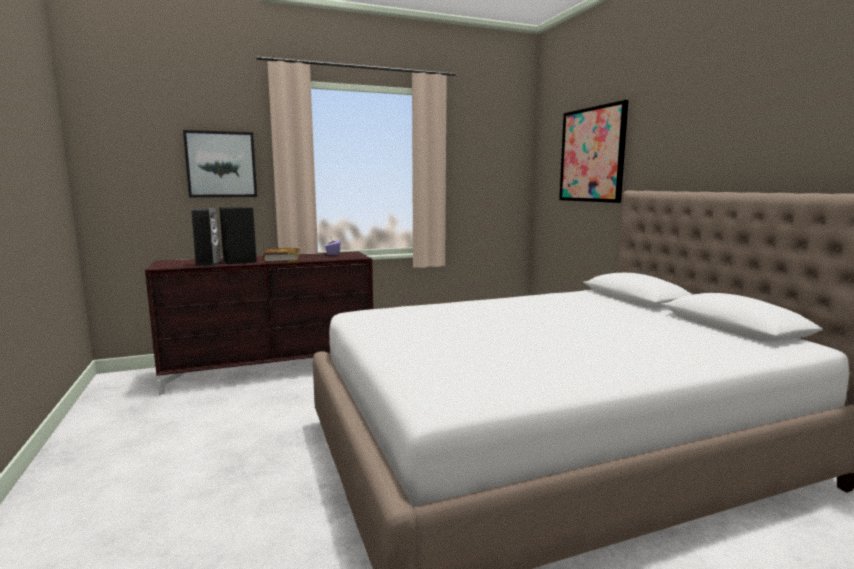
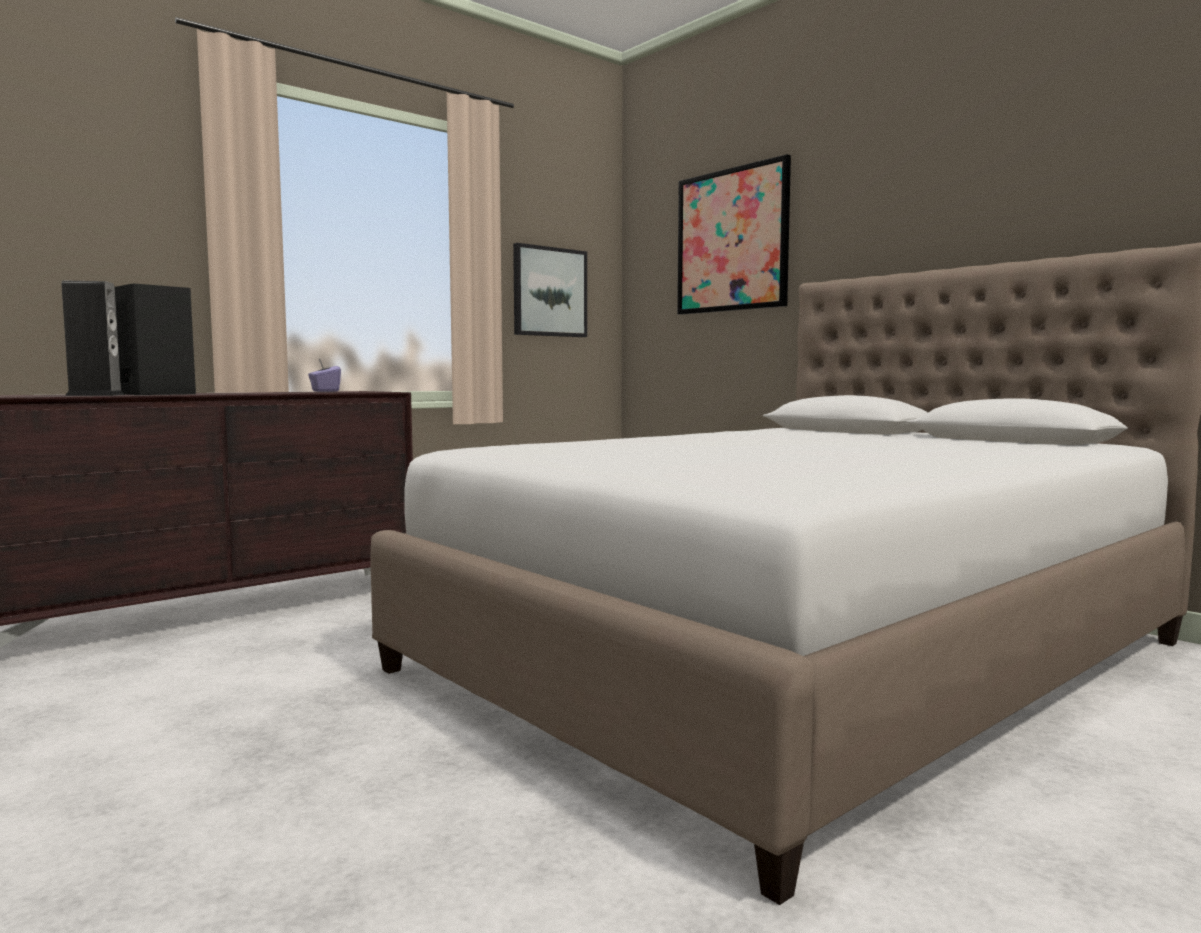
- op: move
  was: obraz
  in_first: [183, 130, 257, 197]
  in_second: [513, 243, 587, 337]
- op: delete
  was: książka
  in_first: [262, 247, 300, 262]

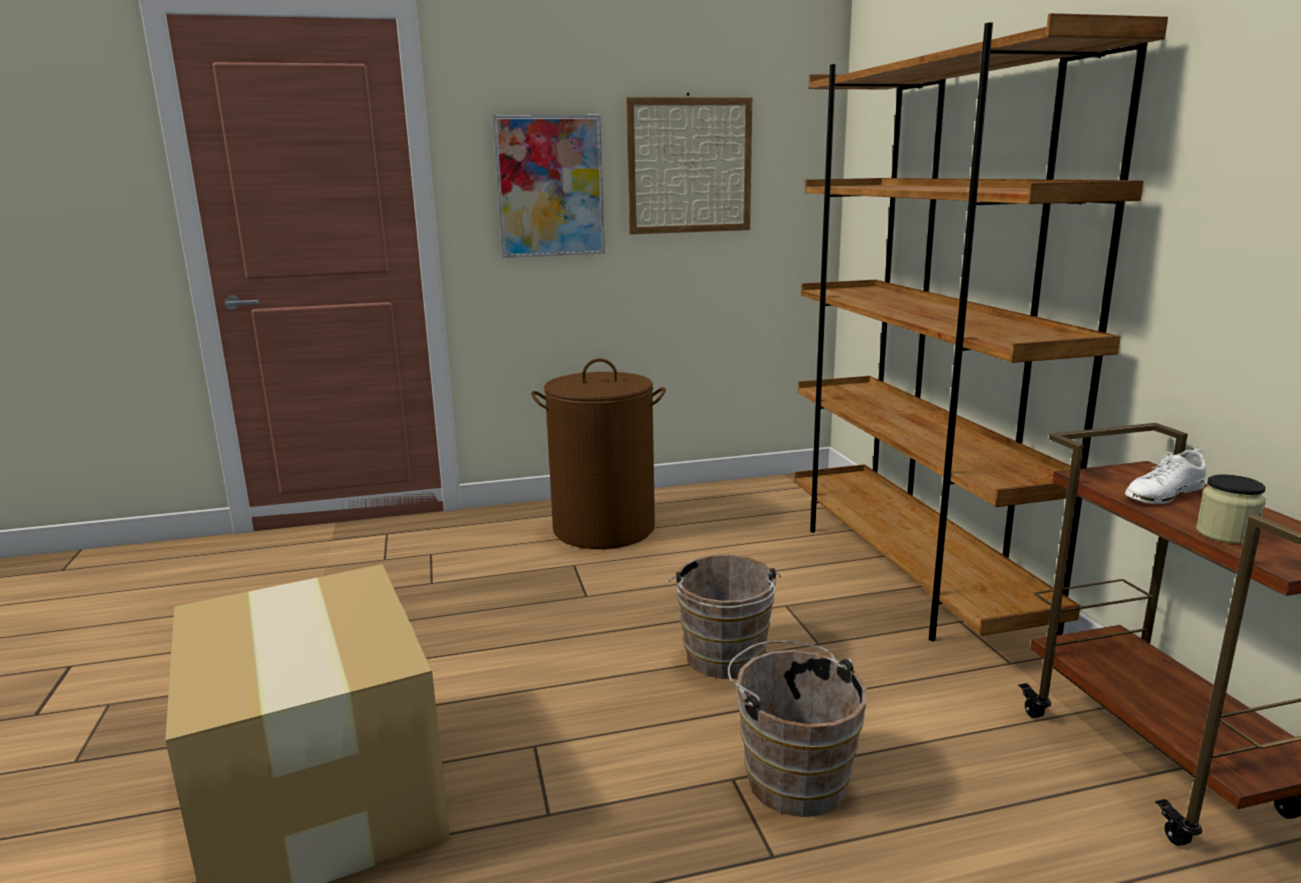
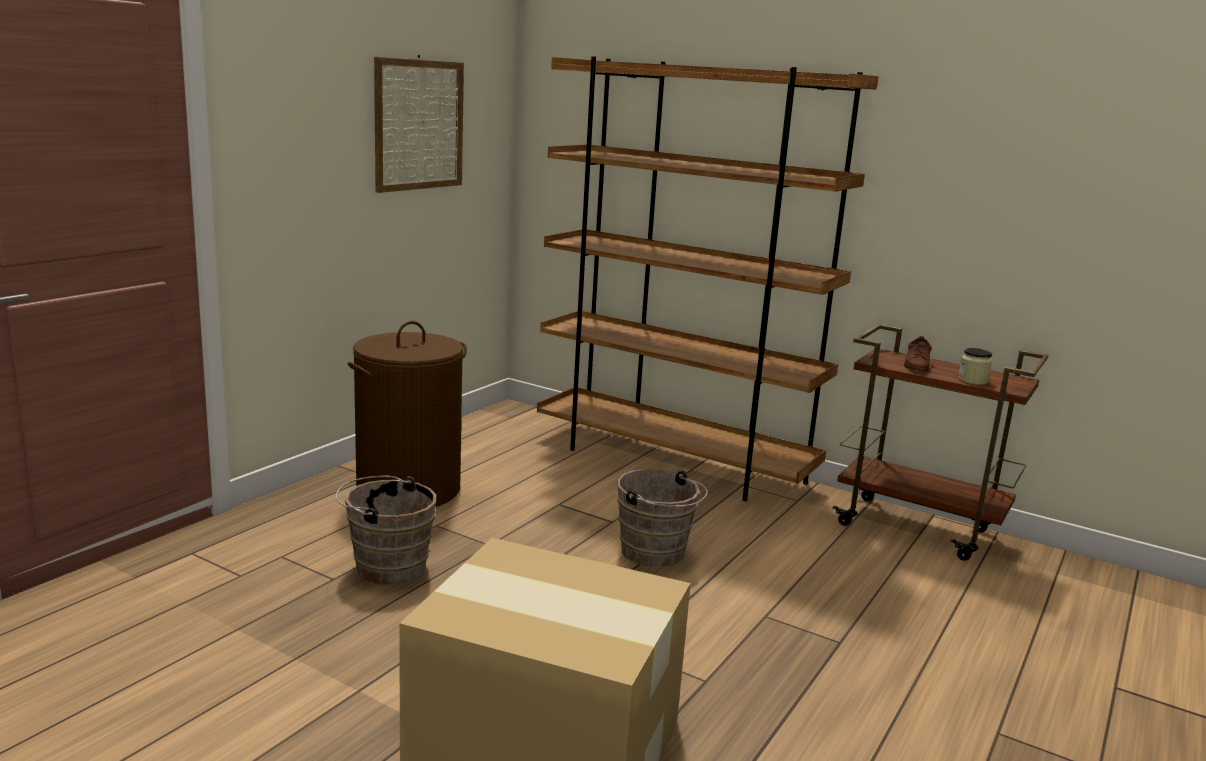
- op: delete
  was: obraz
  in_first: [493, 115, 605, 258]
- op: move
  was: wiadro/brązowy
  in_first: [728, 641, 867, 817]
  in_second: [335, 476, 436, 585]
- op: recolor
  was: but/biały
  now: but/brązowy
  in_first: [1125, 448, 1206, 504]
  in_second: [904, 336, 932, 371]

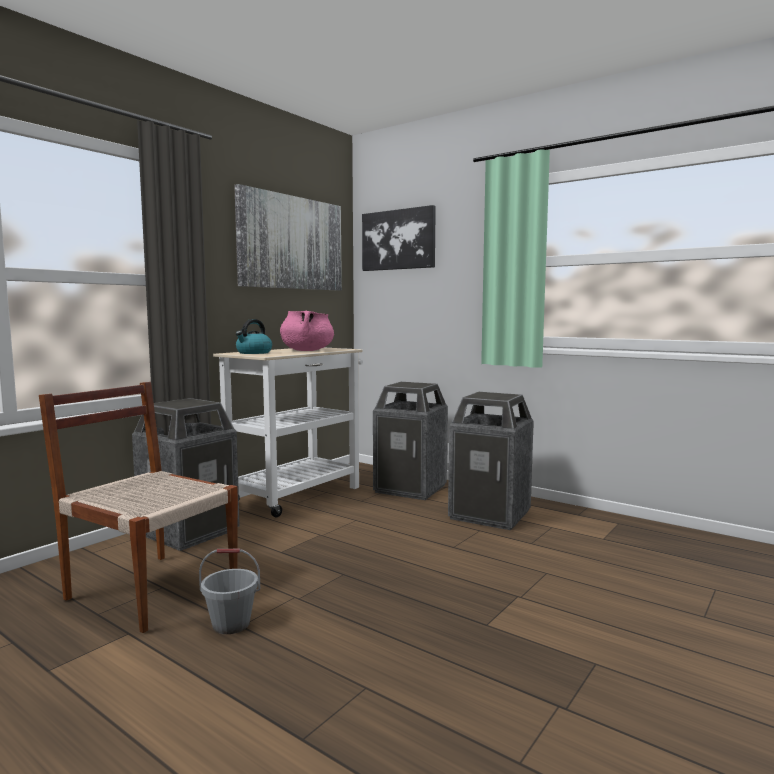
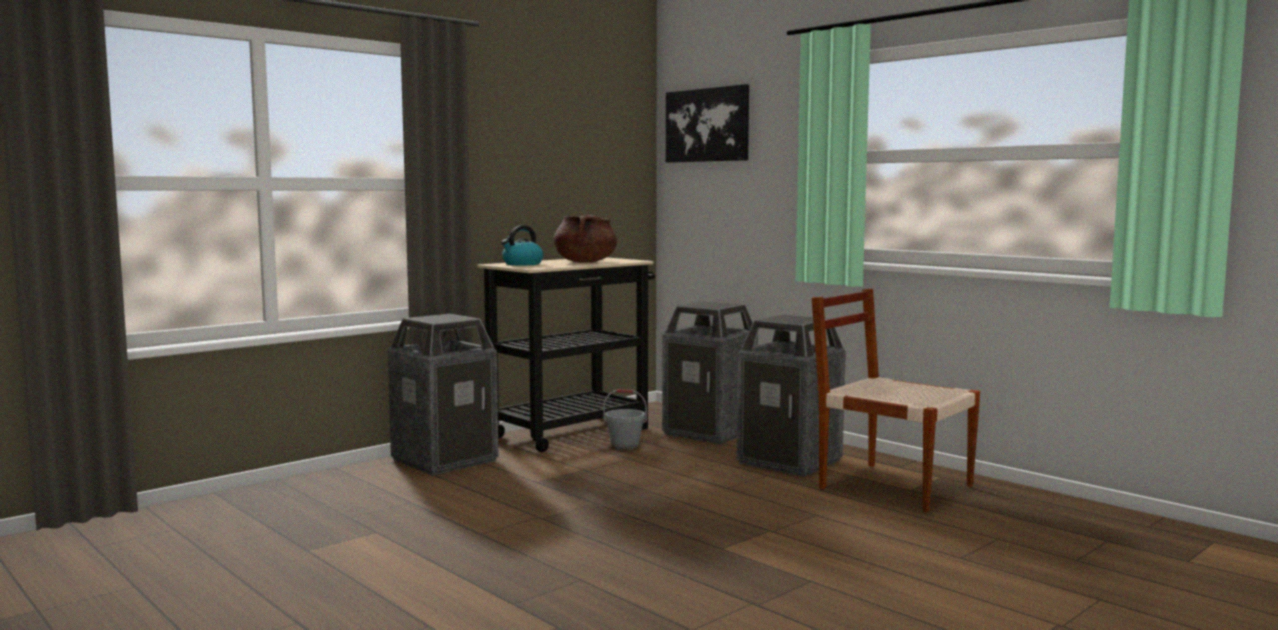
- op: move
  was: krzesło
  in_first: [39, 382, 238, 633]
  in_second: [812, 289, 980, 513]
- op: move
  was: wiadro/szary
  in_first: [199, 549, 260, 634]
  in_second: [603, 389, 647, 450]
- op: recolor
  was: wózek/biały
  now: wózek/czarny
  in_first: [213, 348, 363, 517]
  in_second: [478, 257, 655, 452]
- op: delete
  was: obraz
  in_first: [234, 184, 342, 291]
- op: recolor
  was: garnek/różowy
  now: garnek/brązowy
  in_first: [280, 311, 334, 351]
  in_second: [554, 214, 617, 263]

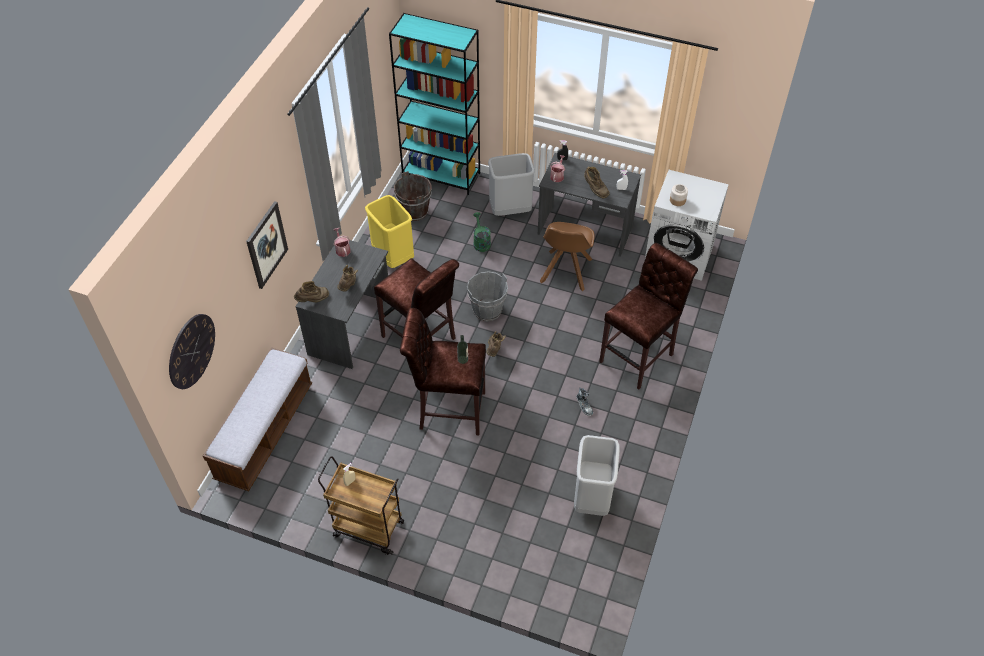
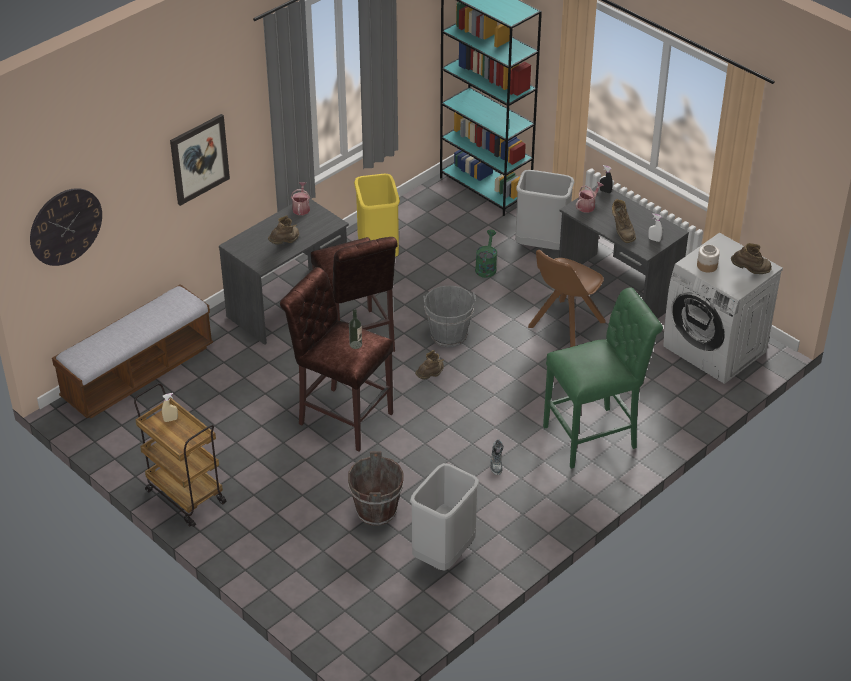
- op: move
  was: but z cholewką/brązowy
  in_first: [294, 281, 329, 302]
  in_second: [731, 243, 772, 274]
- op: move
  was: wiadro/brązowy
  in_first: [394, 171, 432, 221]
  in_second: [348, 451, 403, 526]
- op: recolor
  was: stołek/brązowy
  now: stołek/zielony
  in_first: [599, 243, 698, 390]
  in_second: [543, 287, 663, 469]

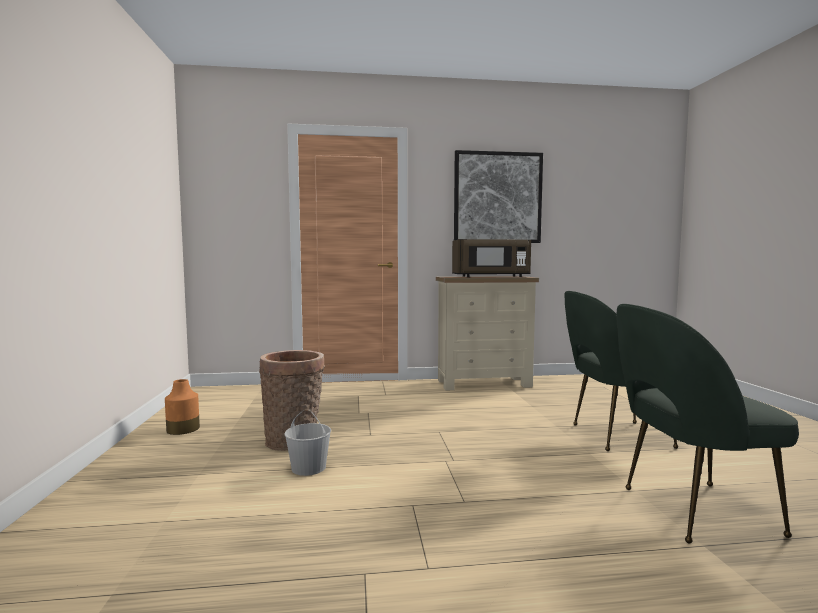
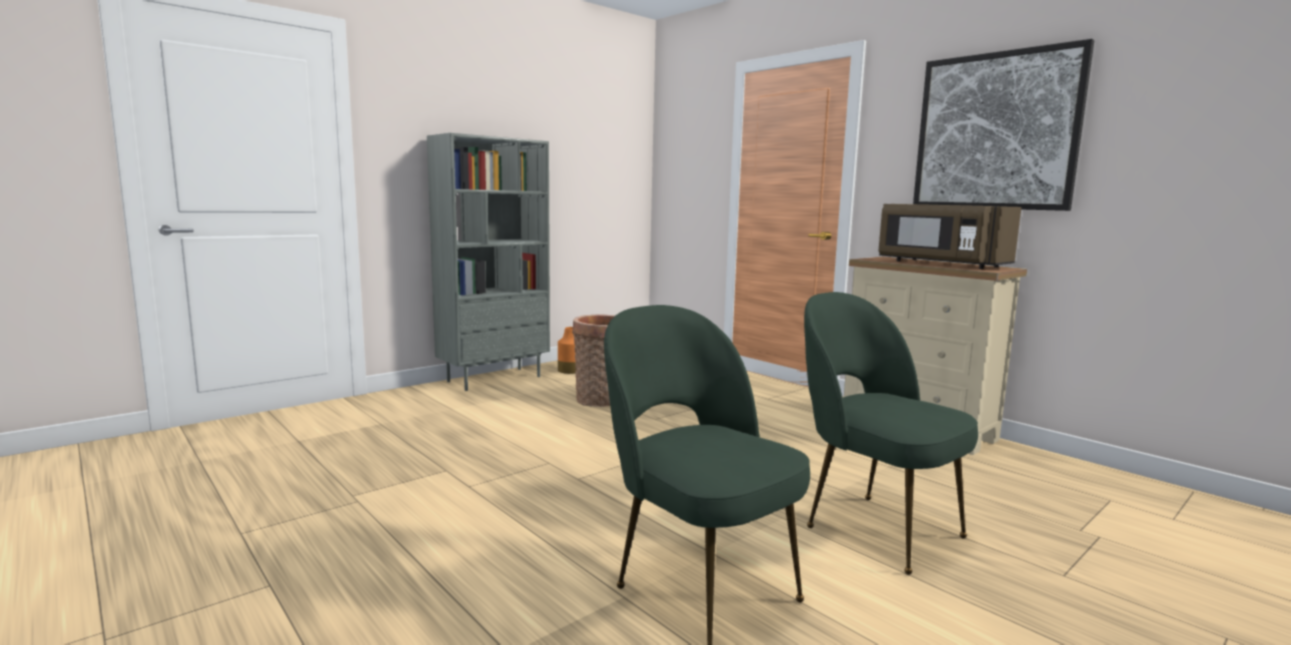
- op: delete
  was: wiadro/biały
  in_first: [284, 409, 331, 476]
- op: insert
  now: regał/szary
  in_second: [427, 133, 550, 391]

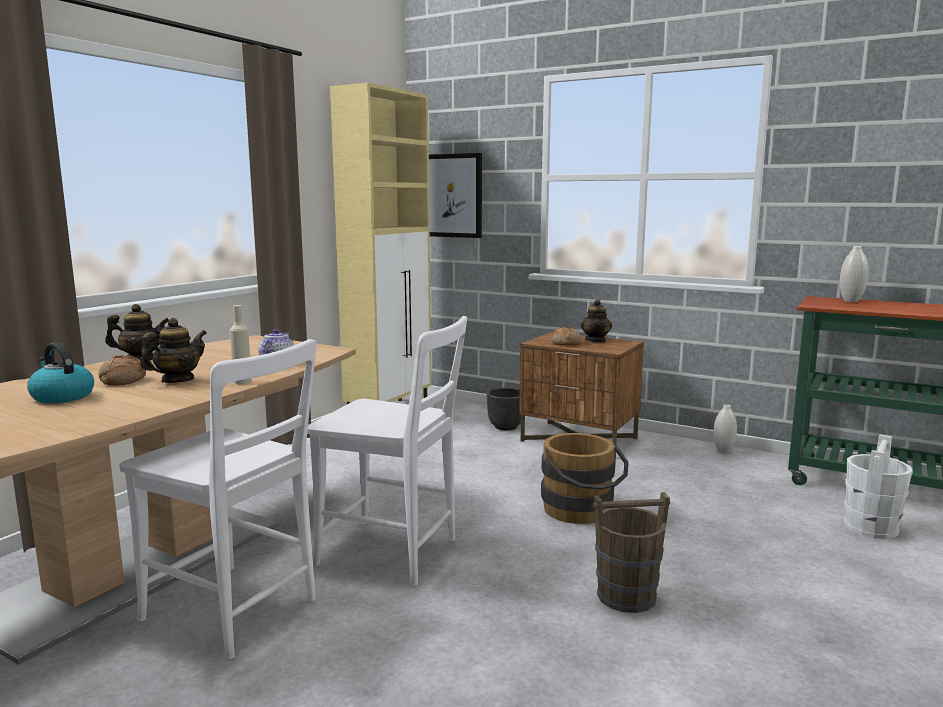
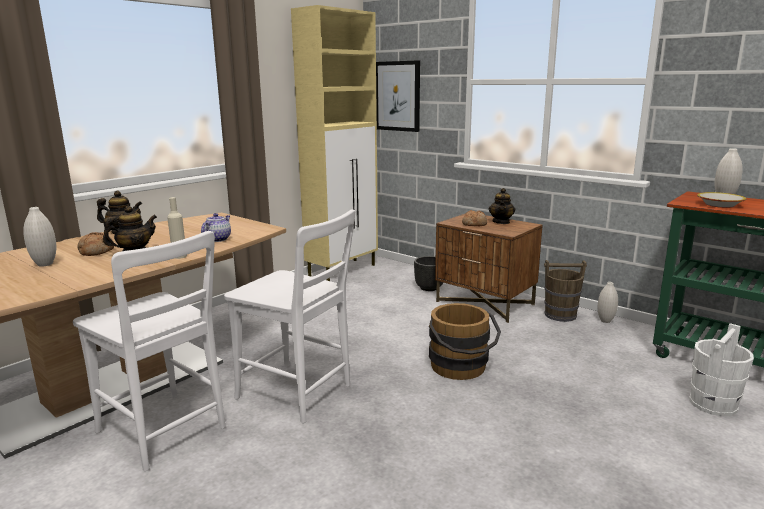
- op: replace
  was: czajnik
  now: wazon/biały
  in_first: [27, 342, 94, 403]
  in_second: [23, 207, 56, 267]
- op: move
  was: wiadro/brązowy
  in_first: [593, 492, 670, 613]
  in_second: [544, 260, 587, 322]
- op: insert
  now: miska
  in_second: [697, 192, 746, 208]

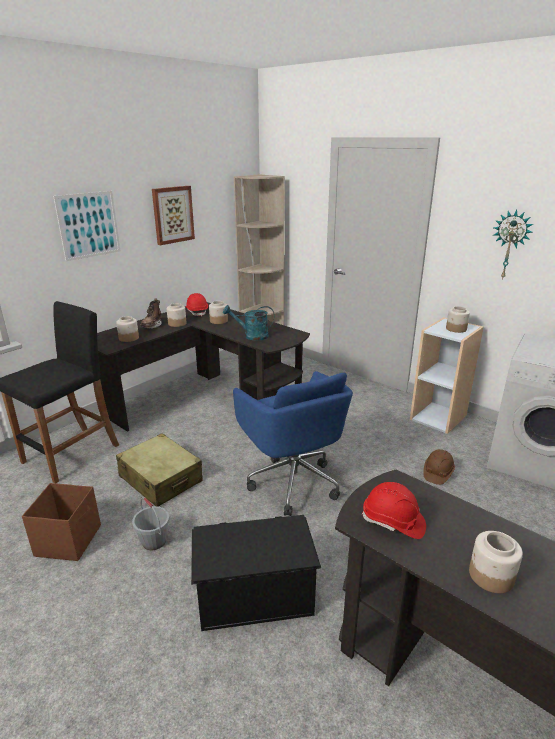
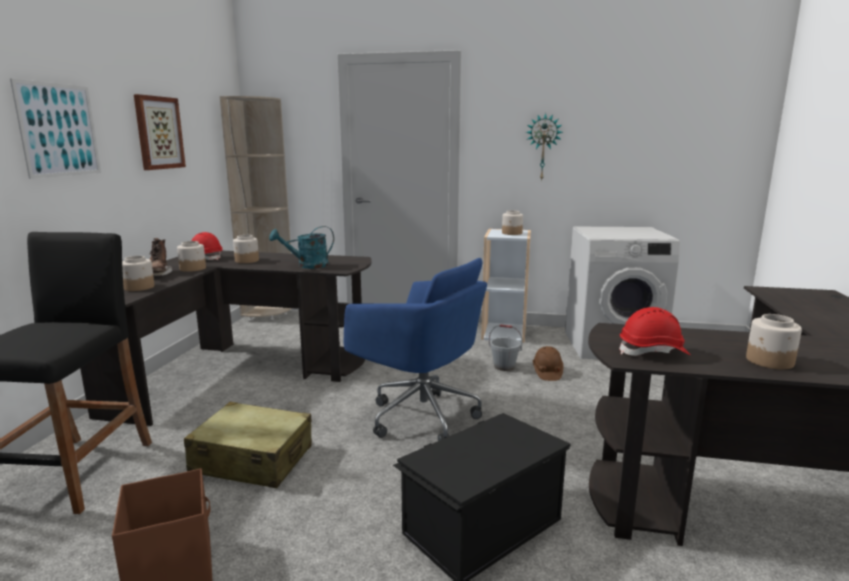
- op: move
  was: wiadro/szary
  in_first: [132, 497, 170, 550]
  in_second: [489, 324, 522, 371]

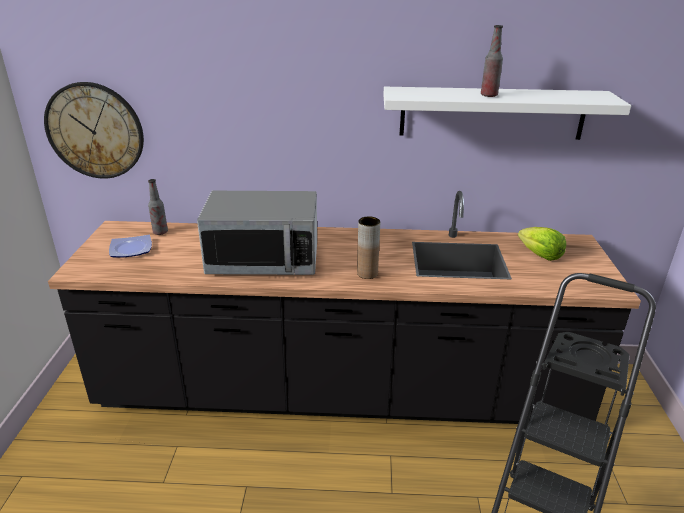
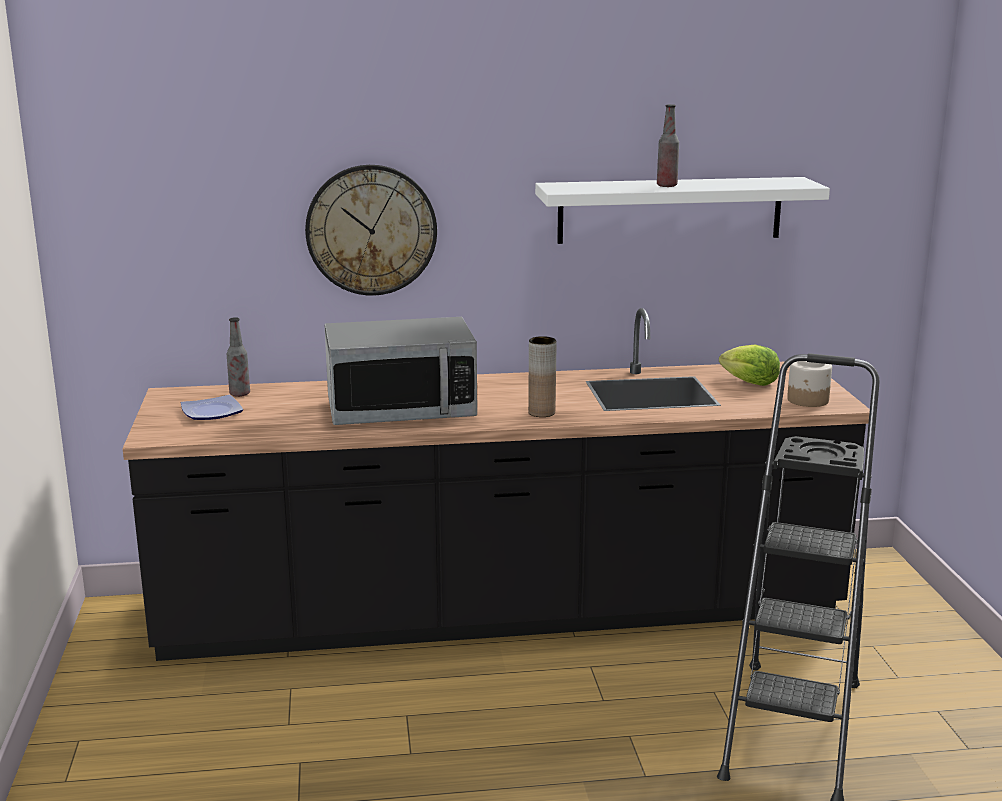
- op: move
  was: zegar ścienny
  in_first: [44, 82, 144, 179]
  in_second: [305, 165, 437, 296]
- op: insert
  now: słoik
  in_second: [787, 361, 832, 407]

